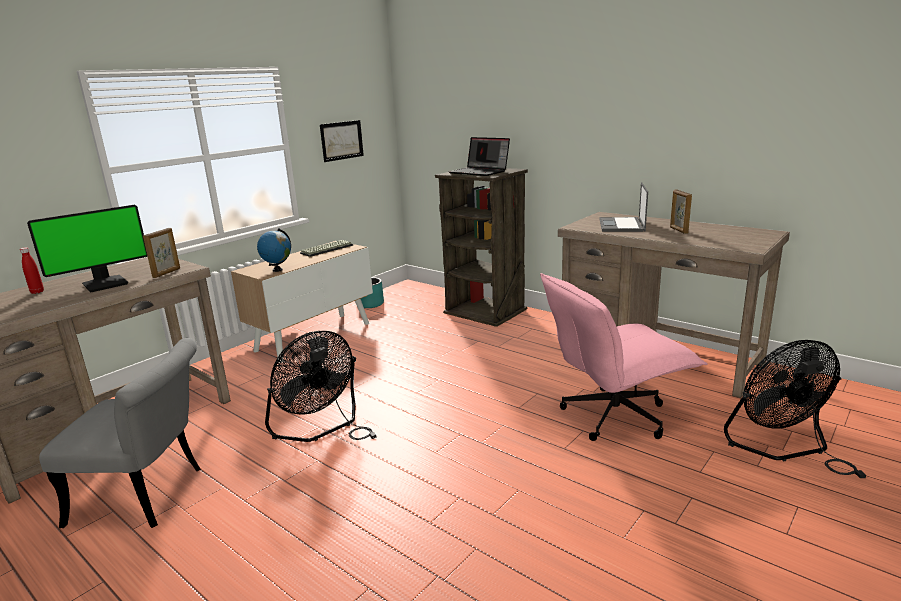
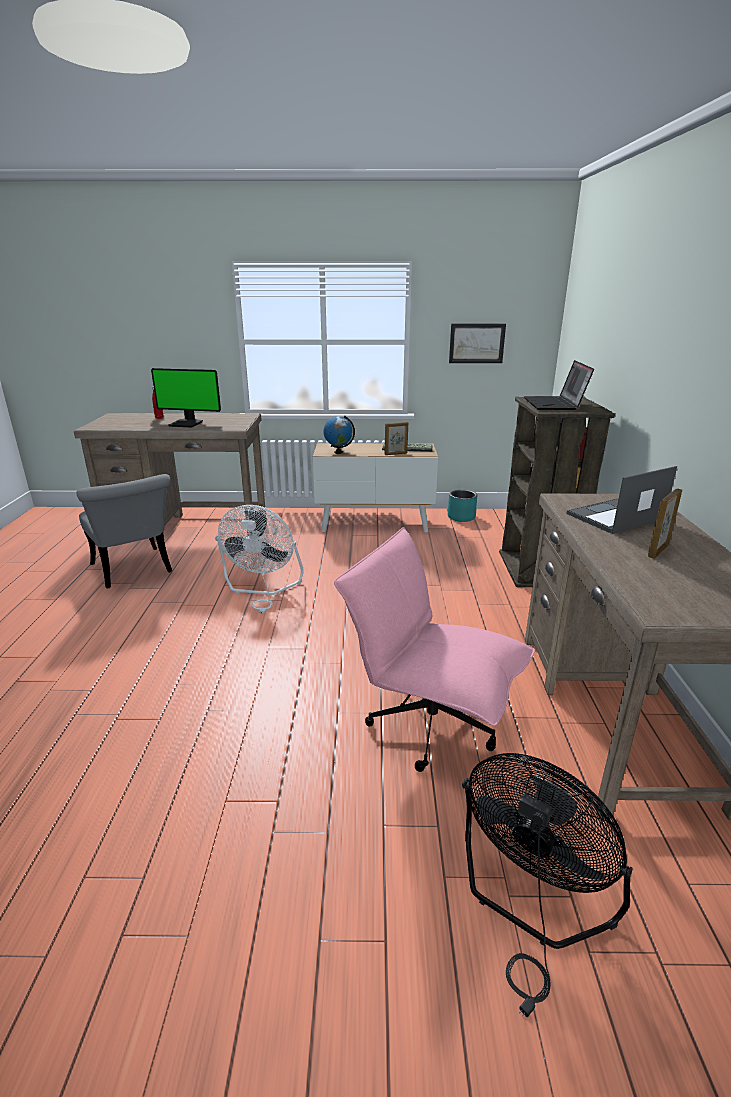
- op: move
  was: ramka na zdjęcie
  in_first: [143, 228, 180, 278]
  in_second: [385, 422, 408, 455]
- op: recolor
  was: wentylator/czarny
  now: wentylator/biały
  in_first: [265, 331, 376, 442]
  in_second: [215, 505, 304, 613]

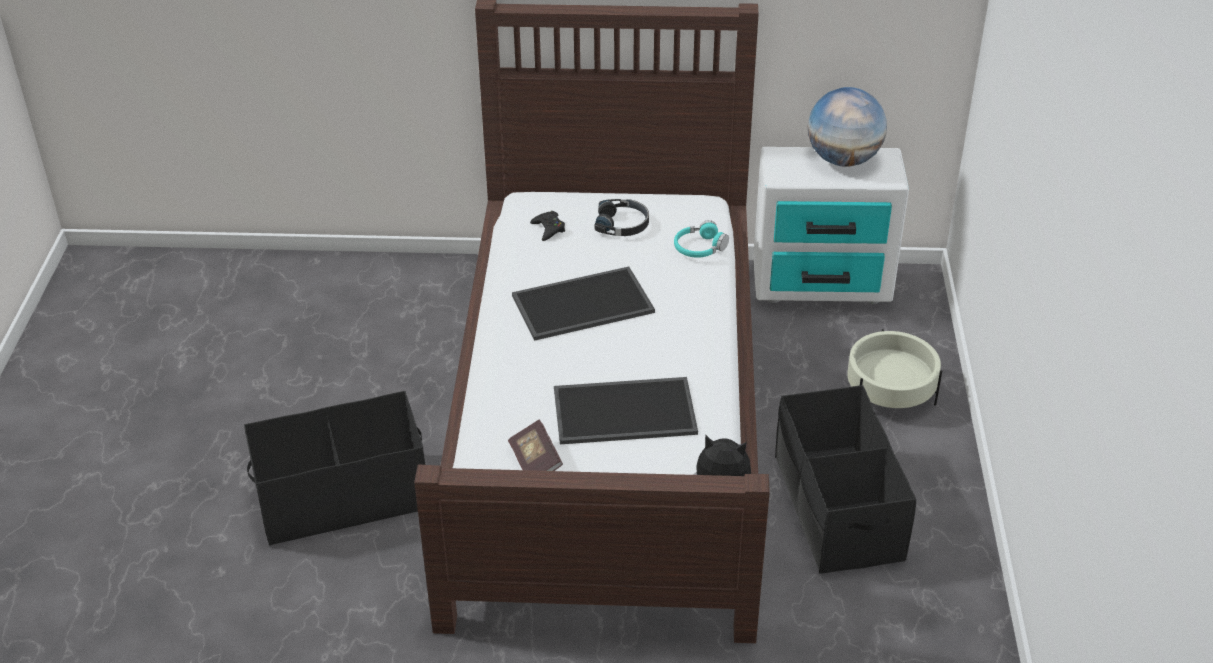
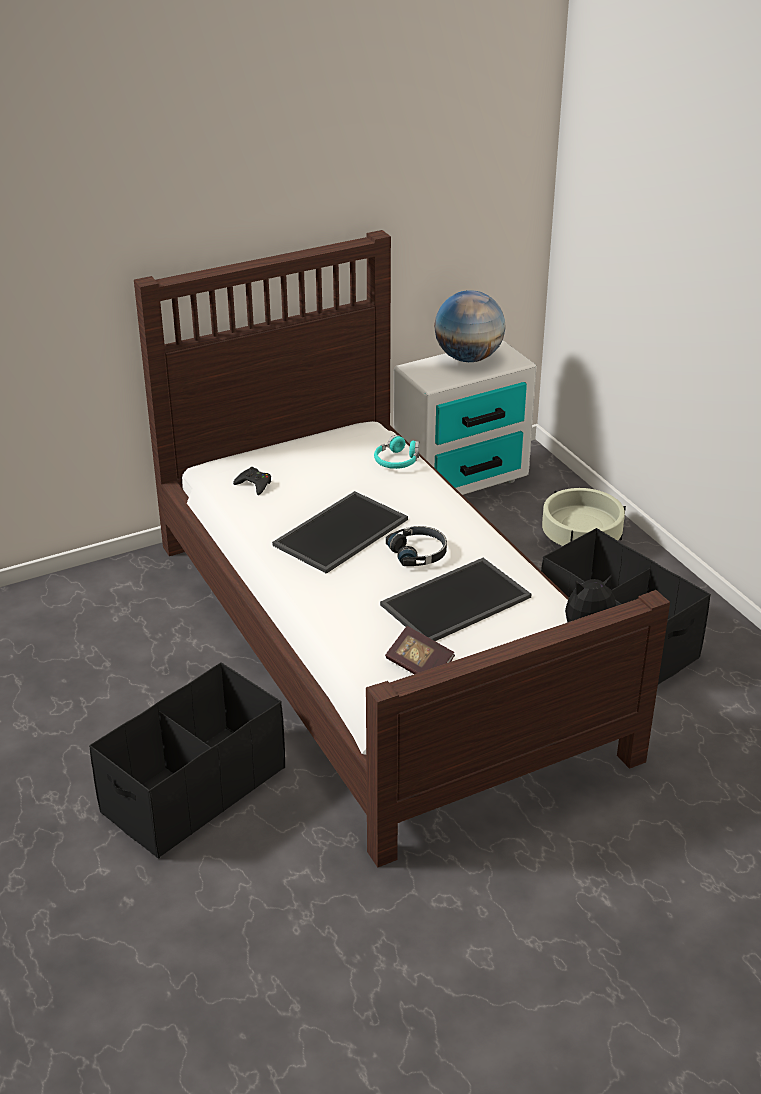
- op: move
  was: słuchawki/czarny
  in_first: [594, 199, 649, 236]
  in_second: [386, 526, 447, 566]

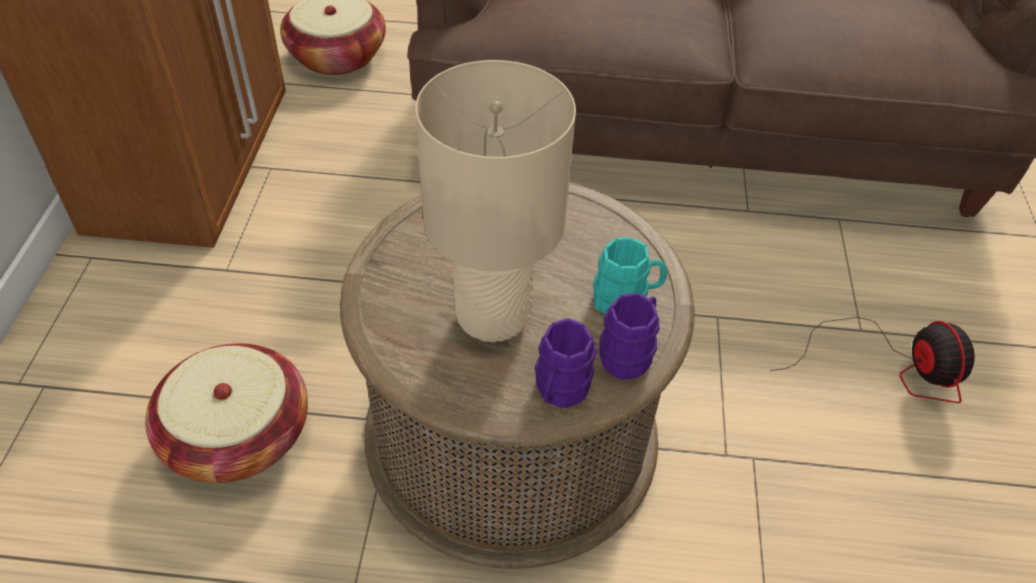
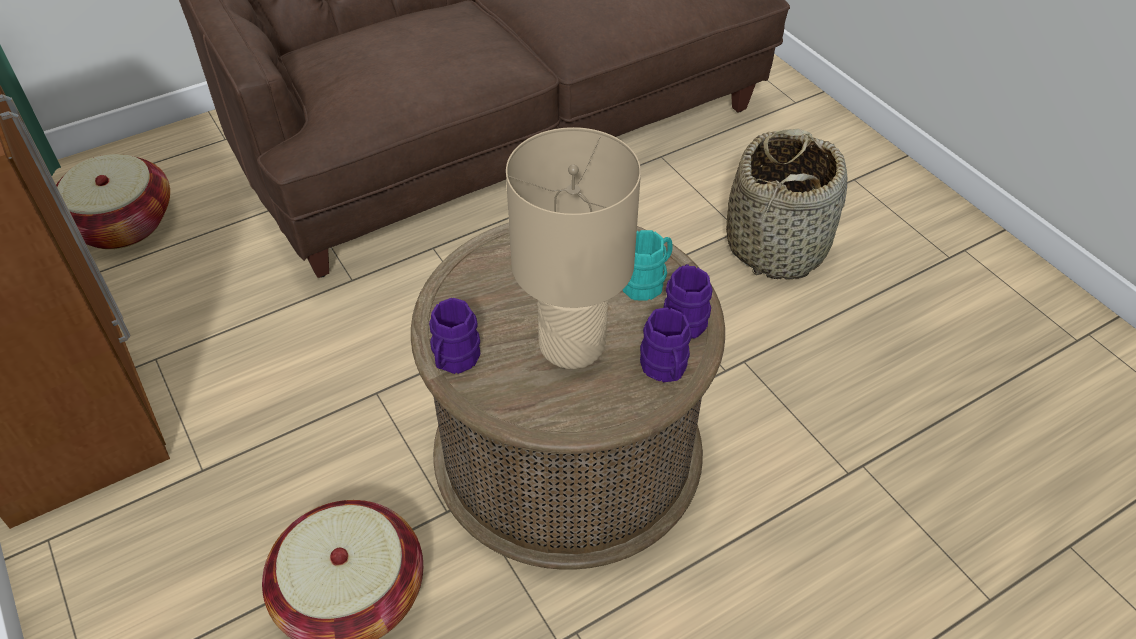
- op: replace
  was: wentylator
  now: koszyk
  in_first: [770, 317, 975, 403]
  in_second: [726, 129, 847, 280]
- op: insert
  now: kubek/fioletowy
  in_second: [429, 298, 480, 374]

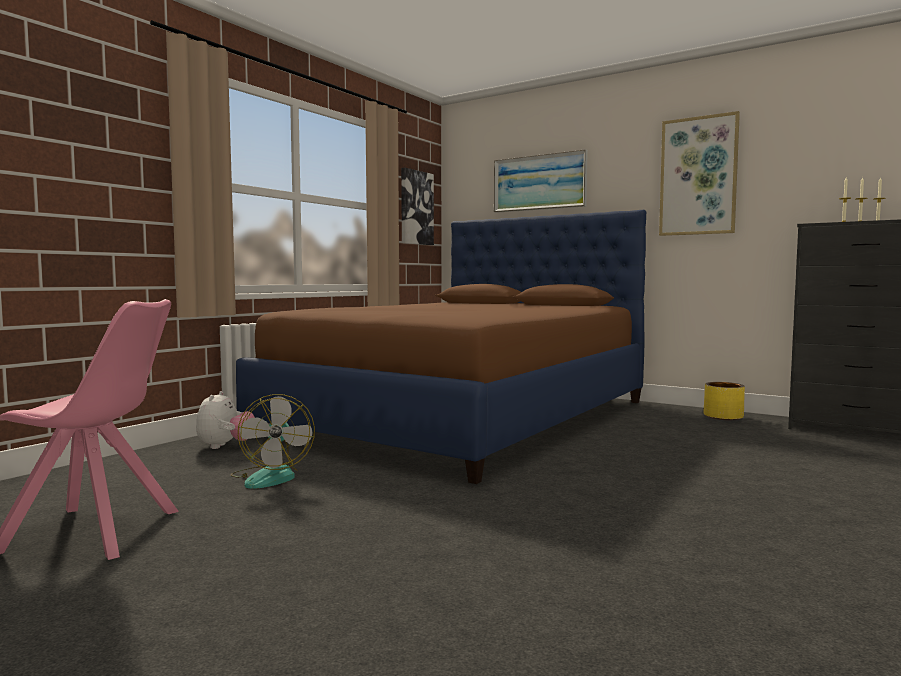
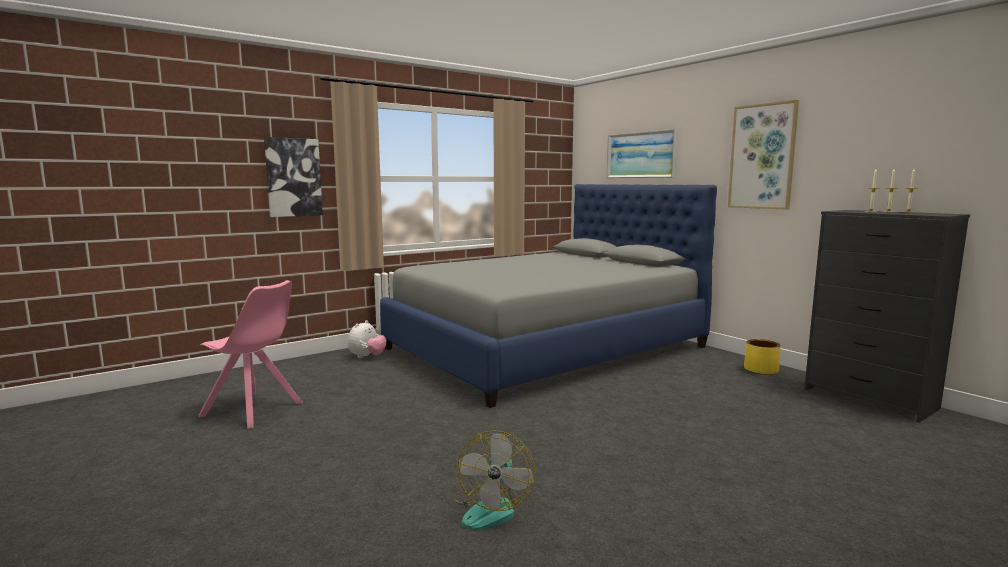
- op: move
  was: wentylator
  in_first: [230, 394, 315, 489]
  in_second: [453, 431, 536, 530]
- op: recolor
  was: łóżko/brązowy
  now: łóżko/szary
  in_first: [236, 210, 646, 484]
  in_second: [380, 184, 717, 408]
- op: move
  was: obraz
  in_first: [401, 168, 434, 245]
  in_second: [264, 137, 323, 217]

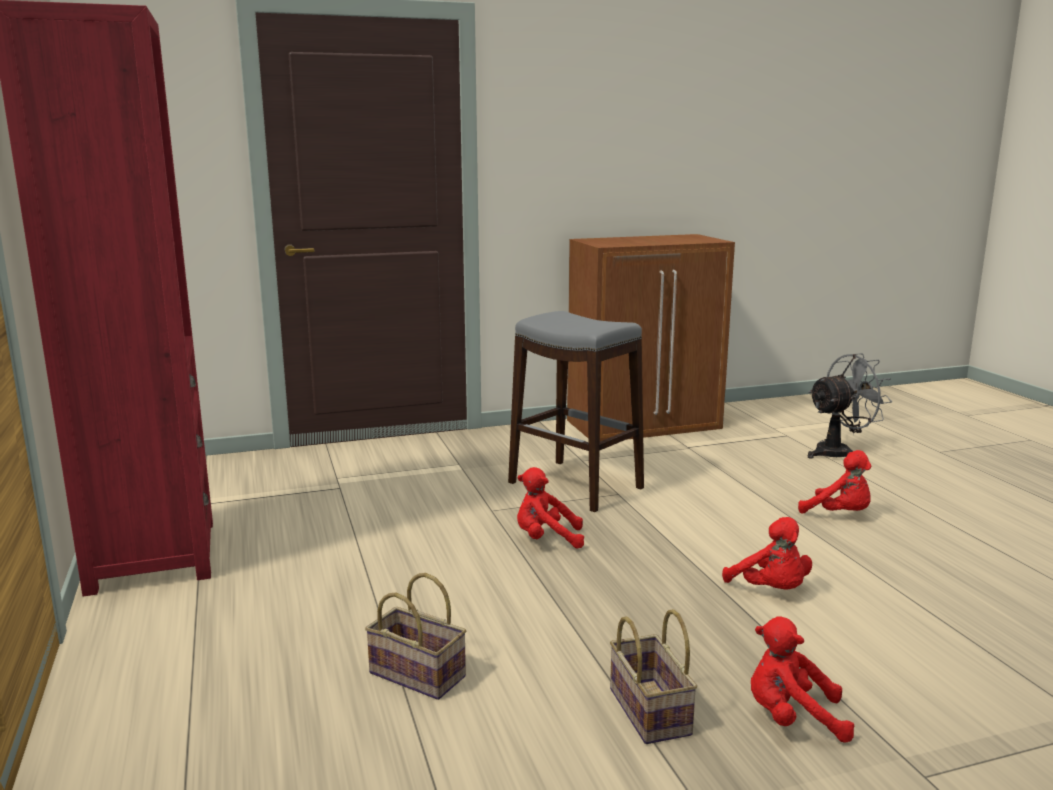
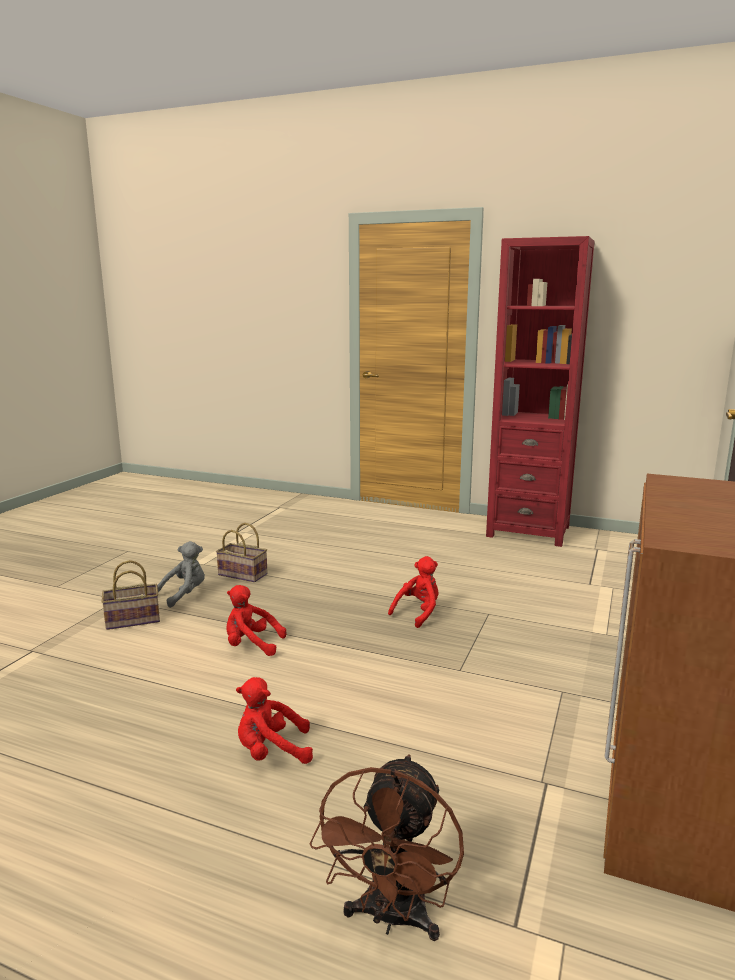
- op: move
  was: koszyk
  in_first: [365, 573, 466, 700]
  in_second: [101, 560, 160, 630]
- op: delete
  was: stołek/szary
  in_first: [508, 311, 644, 512]
- op: recolor
  was: pluszak/czerwony
  now: pluszak/szary
  in_first: [751, 616, 854, 743]
  in_second: [158, 541, 205, 608]
- op: recolor
  was: wentylator/szary
  now: wentylator/brązowy
  in_first: [808, 353, 892, 459]
  in_second: [309, 754, 464, 941]

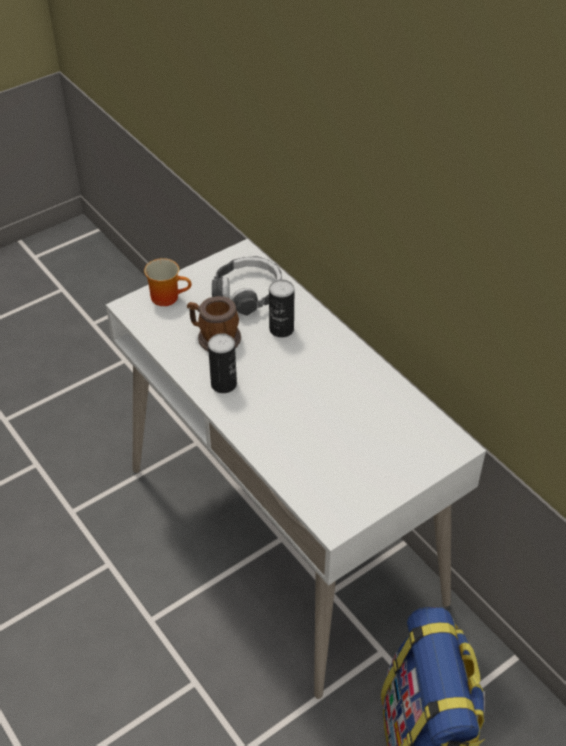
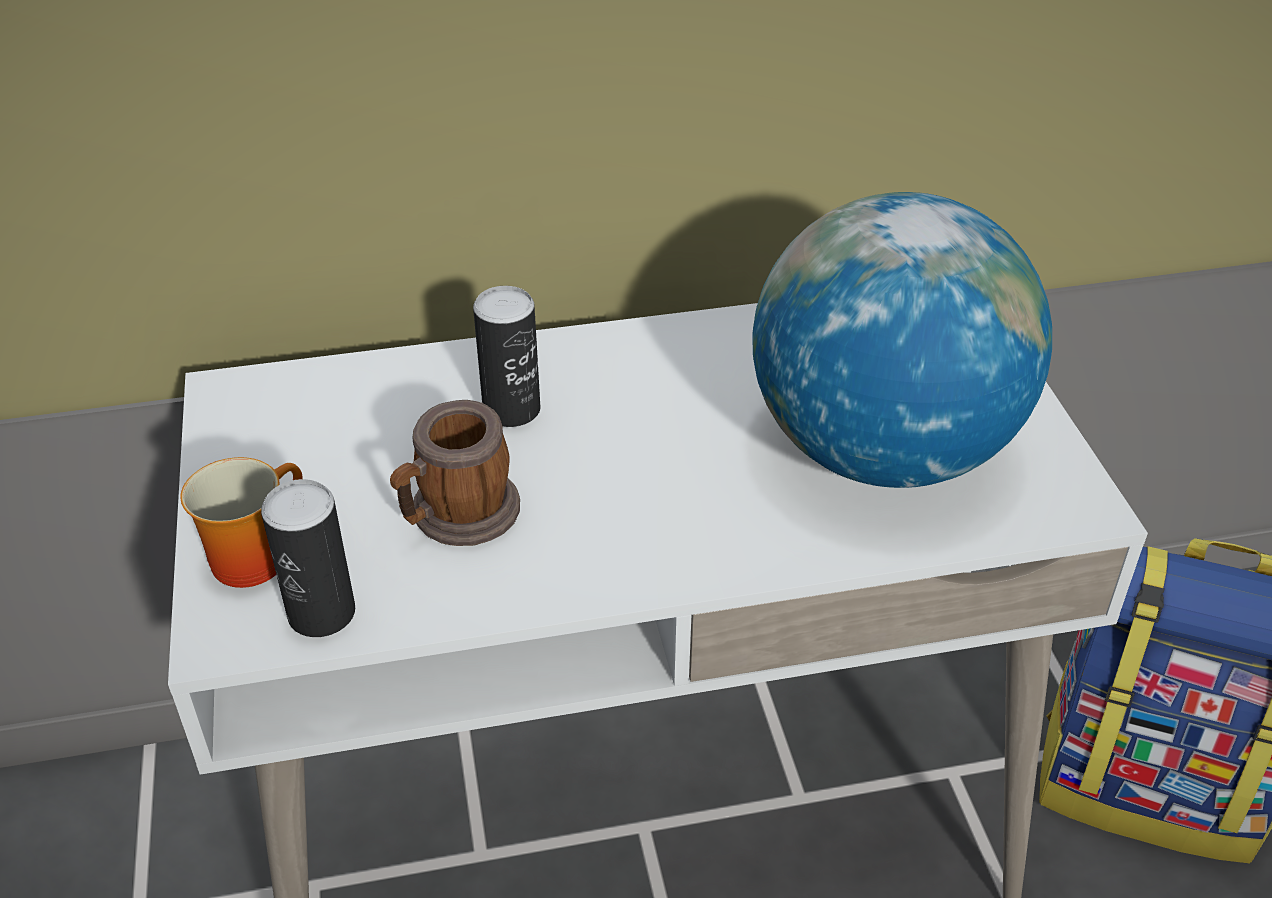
- op: move
  was: puszka
  in_first: [208, 333, 237, 393]
  in_second: [261, 479, 355, 637]
- op: delete
  was: słuchawki
  in_first: [212, 256, 282, 316]
- op: insert
  now: globus
  in_second: [753, 192, 1052, 488]

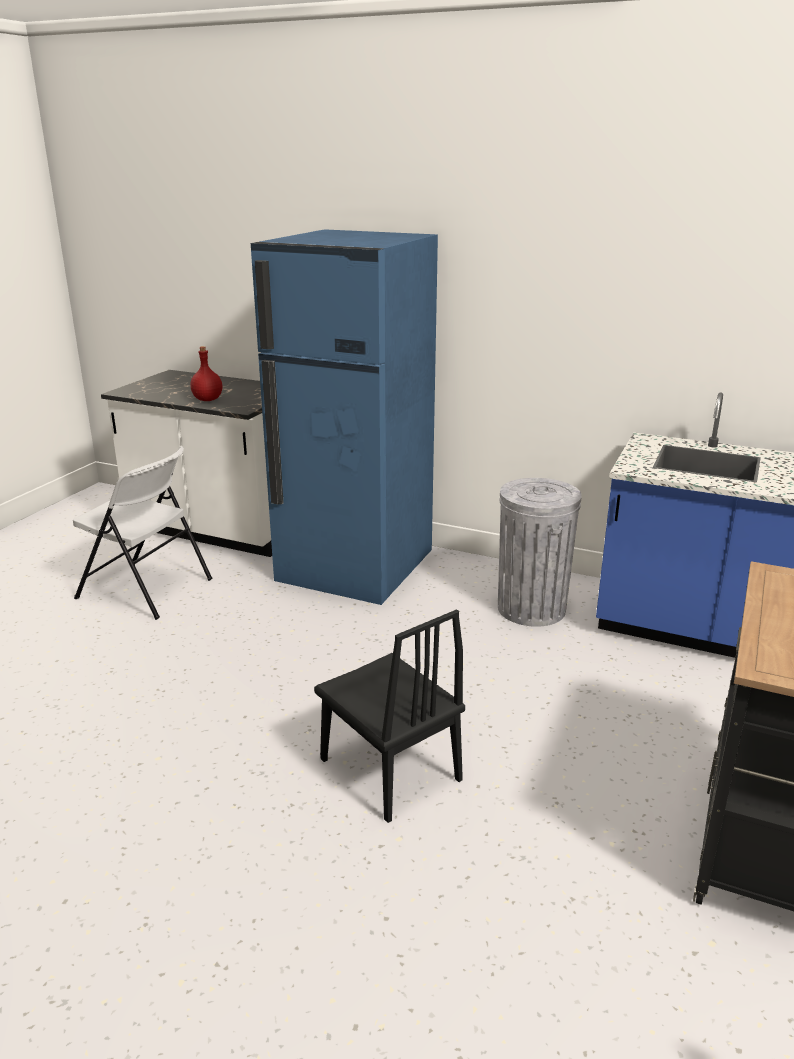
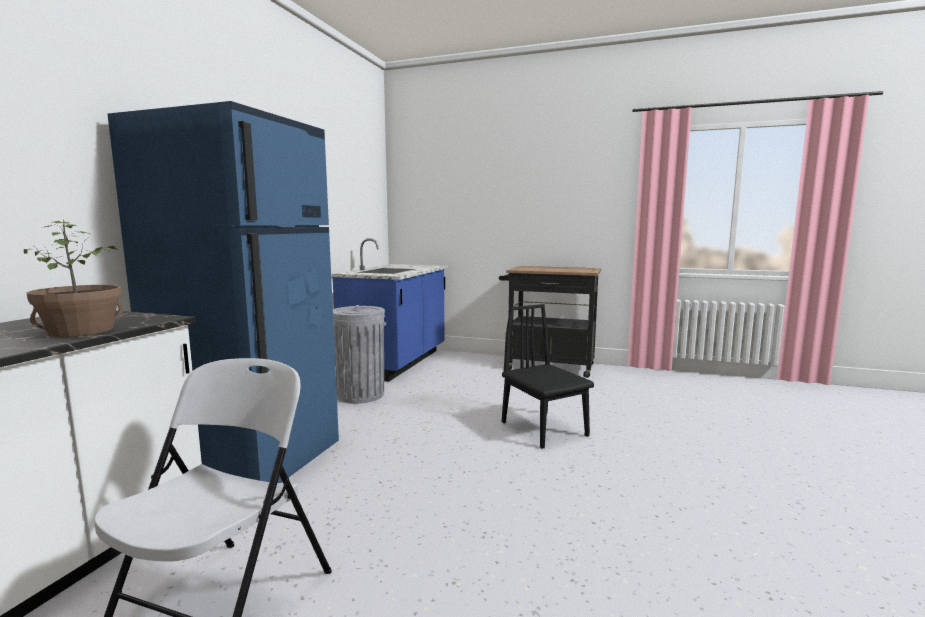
- op: replace
  was: butelka/czerwony
  now: roślina doniczkowa
  in_first: [190, 346, 222, 401]
  in_second: [24, 220, 123, 337]
- op: rotate
  was: krzesło/czarny
  in_first: [314, 609, 465, 823]
  in_second: [502, 304, 594, 449]
  clockwise: -75

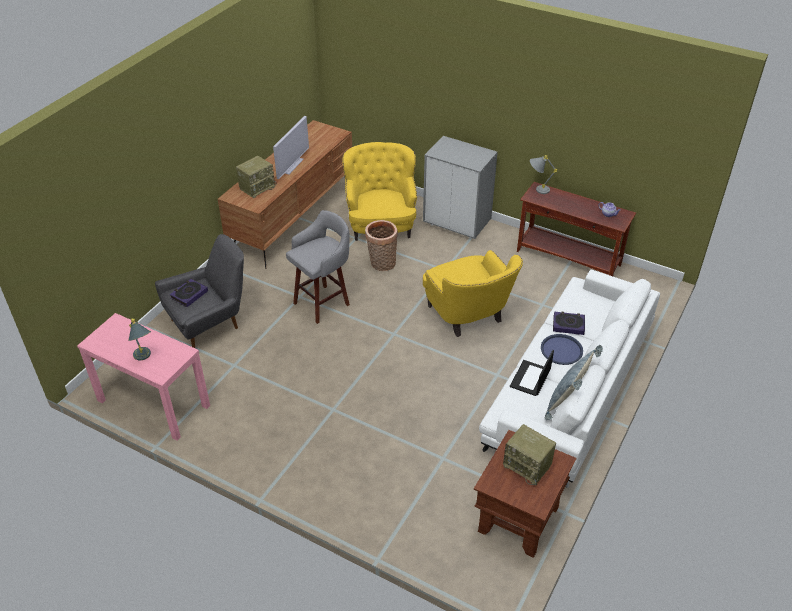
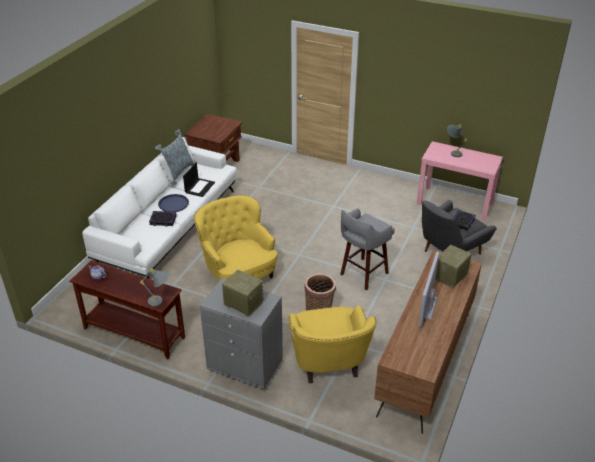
- op: move
  was: radio
  in_first: [503, 424, 556, 485]
  in_second: [222, 270, 263, 317]

